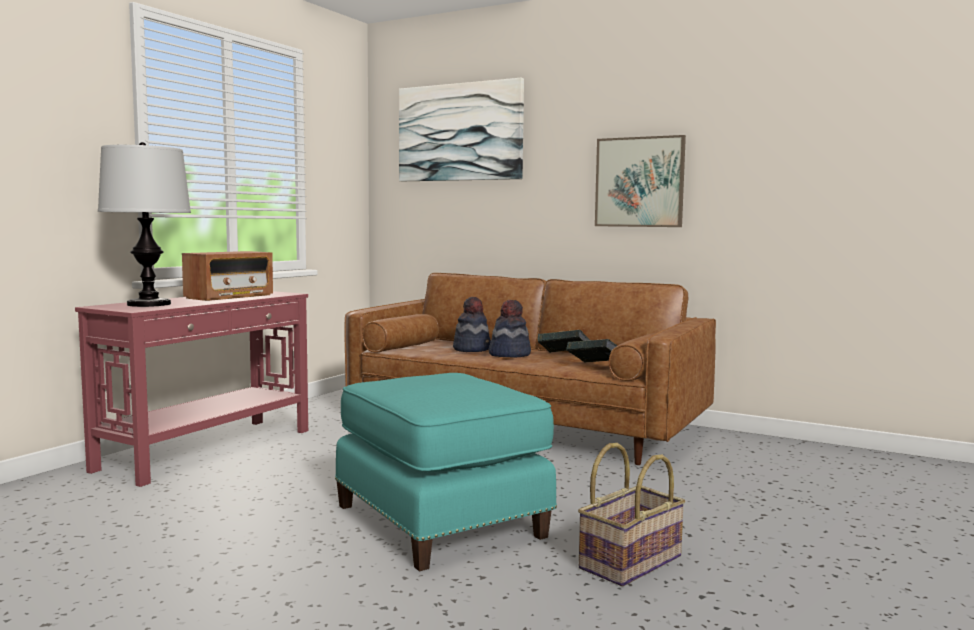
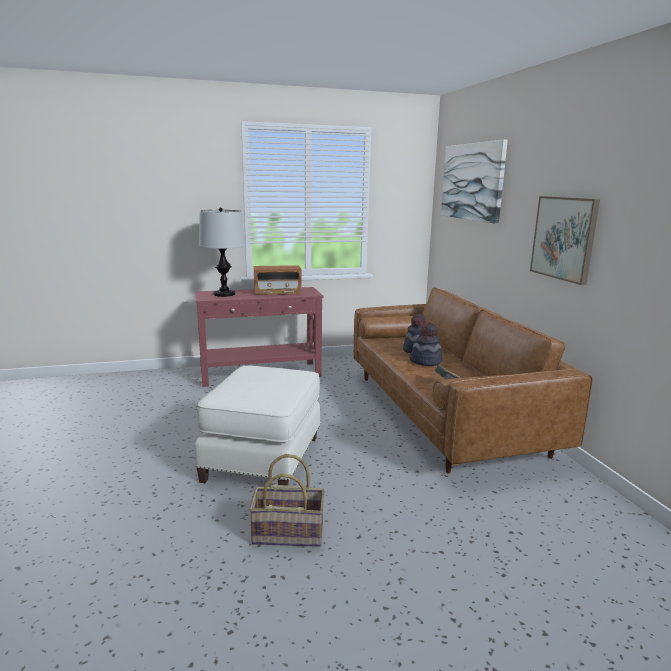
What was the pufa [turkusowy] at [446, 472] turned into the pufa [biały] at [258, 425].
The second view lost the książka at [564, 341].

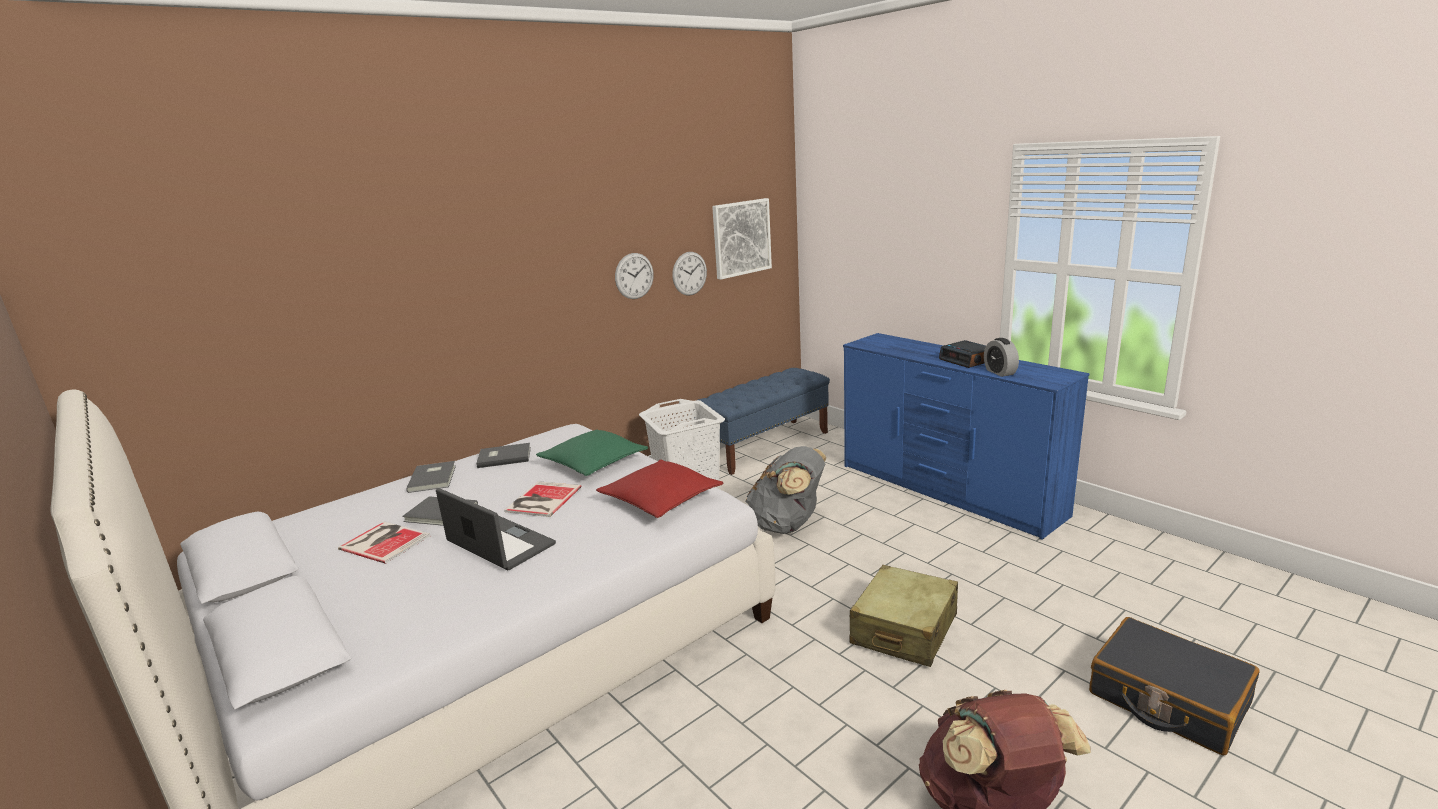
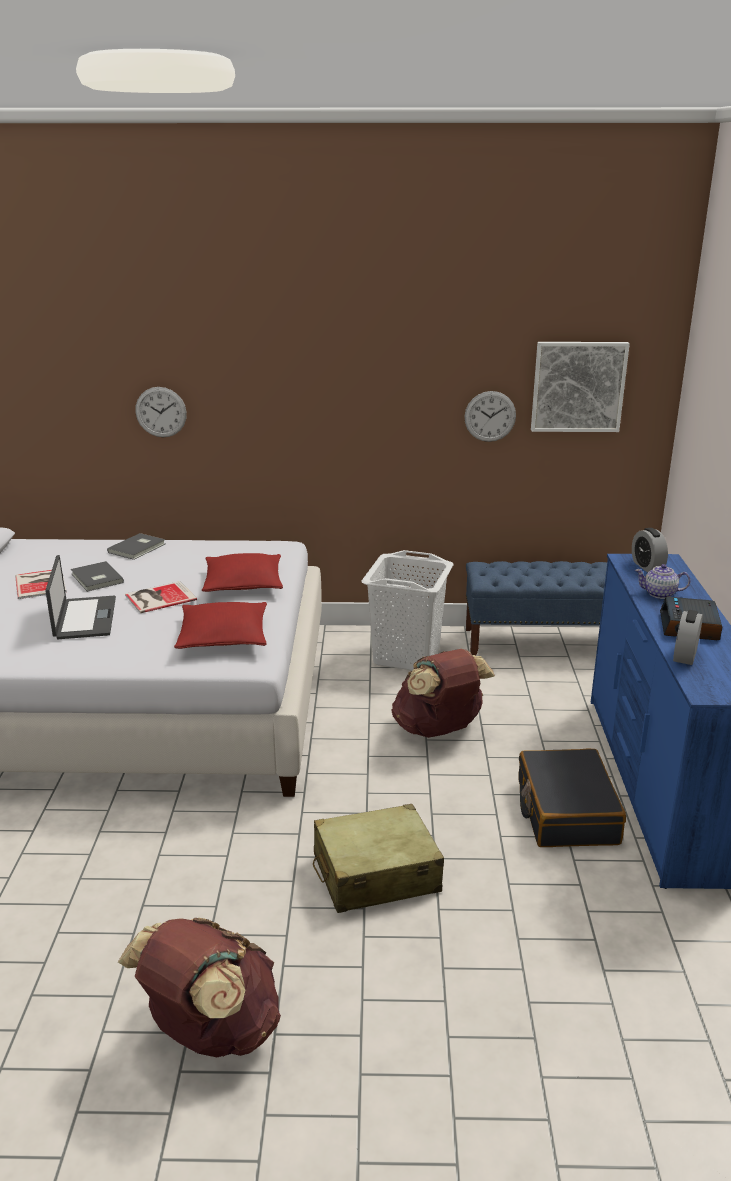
The second view lost the książka [szary] at [503, 455].
What was the poduszka [zielony] at [592, 453] turned into the poduszka [czerwony] at [242, 572].
The zegar ścienny ended up elsewhere, having gone from [634, 276] to [161, 412].
What was the plecak [szary] at [785, 490] turned into the plecak [brązowy] at [443, 693].
The walizka [czarny] ended up elsewhere, having gone from [1174, 686] to [572, 797].
The second view gained the budzik at [650, 550].
The second view gained the imbryk at [662, 581].

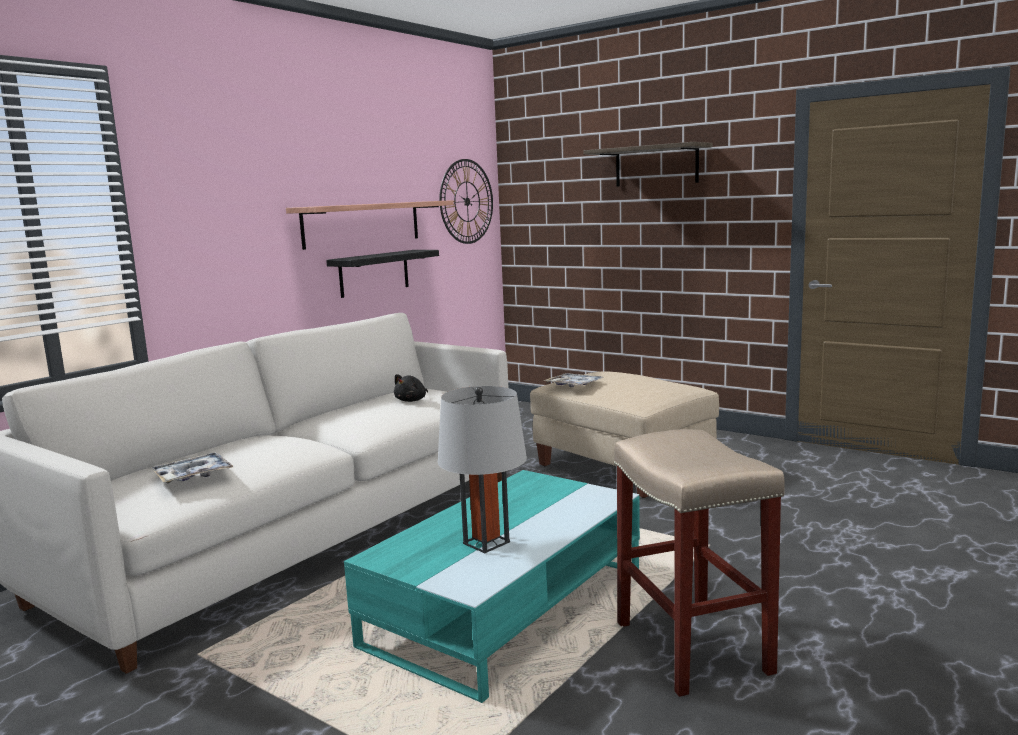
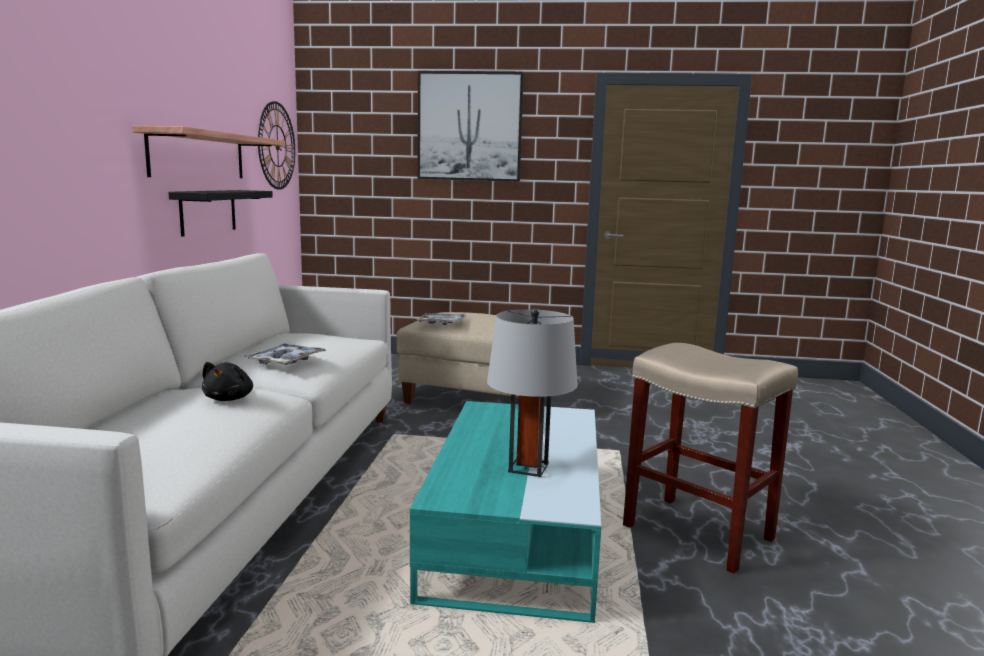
The taca ended up elsewhere, having gone from [192, 467] to [286, 354].
The pluszak [czarny] ended up elsewhere, having gone from [411, 388] to [227, 381].
Where the półka hung at [648, 164], the obraz came to hang at [470, 126].

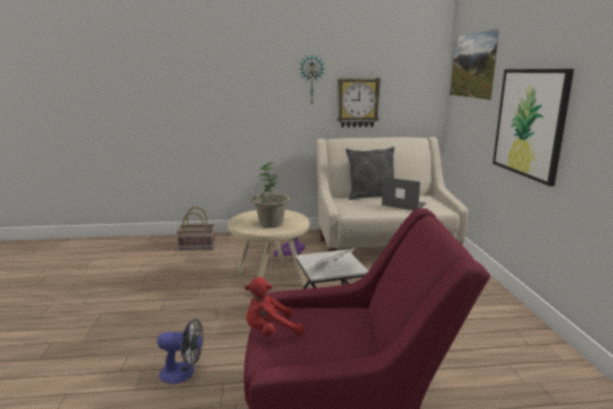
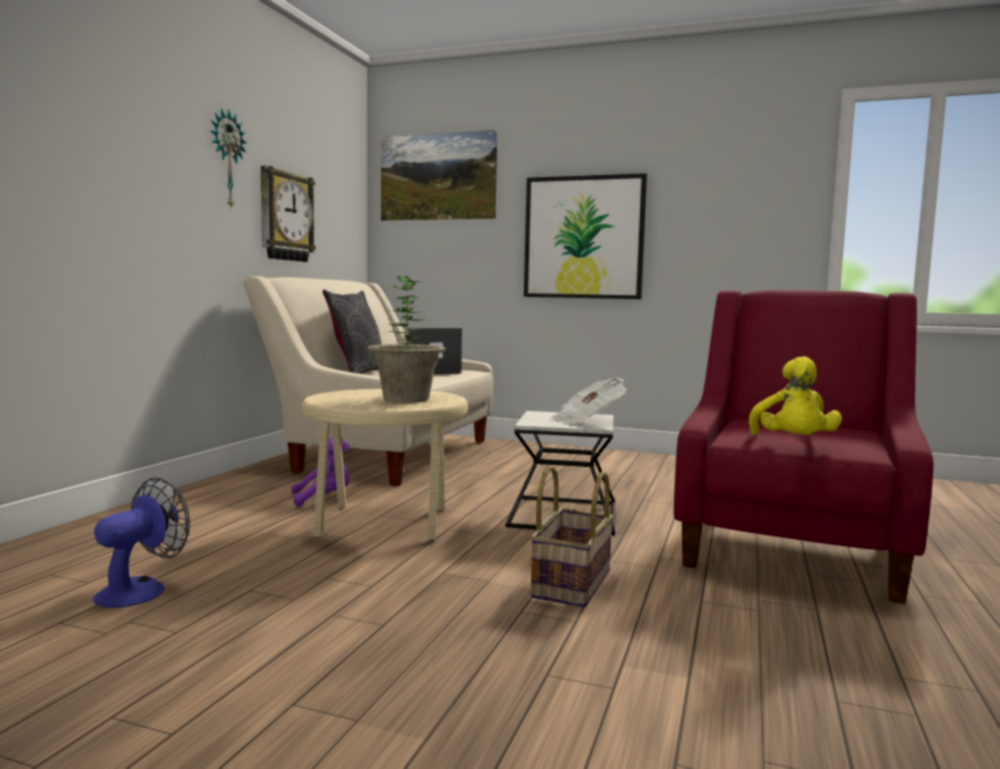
The wentylator ended up elsewhere, having gone from [180, 351] to [141, 543].
The koszyk ended up elsewhere, having gone from [195, 228] to [572, 536].
What was the pluszak [czerwony] at [274, 306] turned into the pluszak [żółty] at [795, 396].

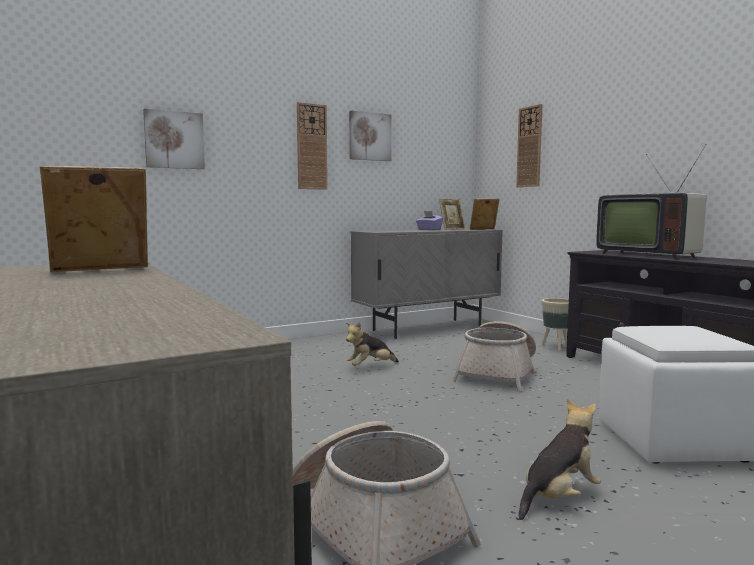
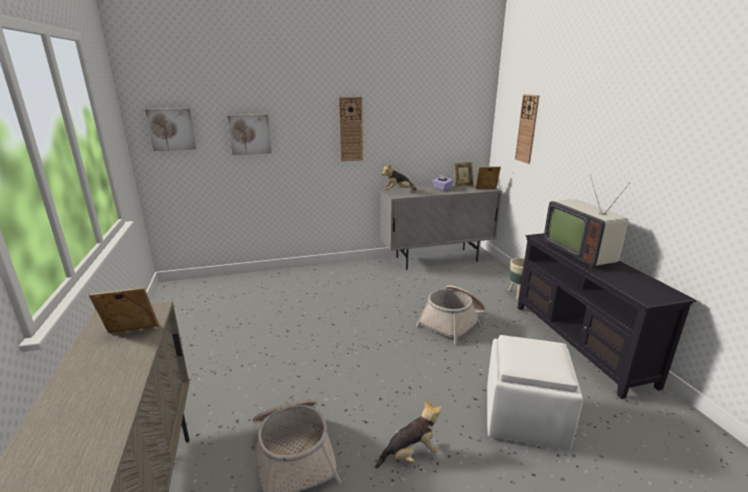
The pluszak ended up elsewhere, having gone from [372, 344] to [399, 177].
The obraz ended up elsewhere, having gone from [370, 135] to [170, 129].

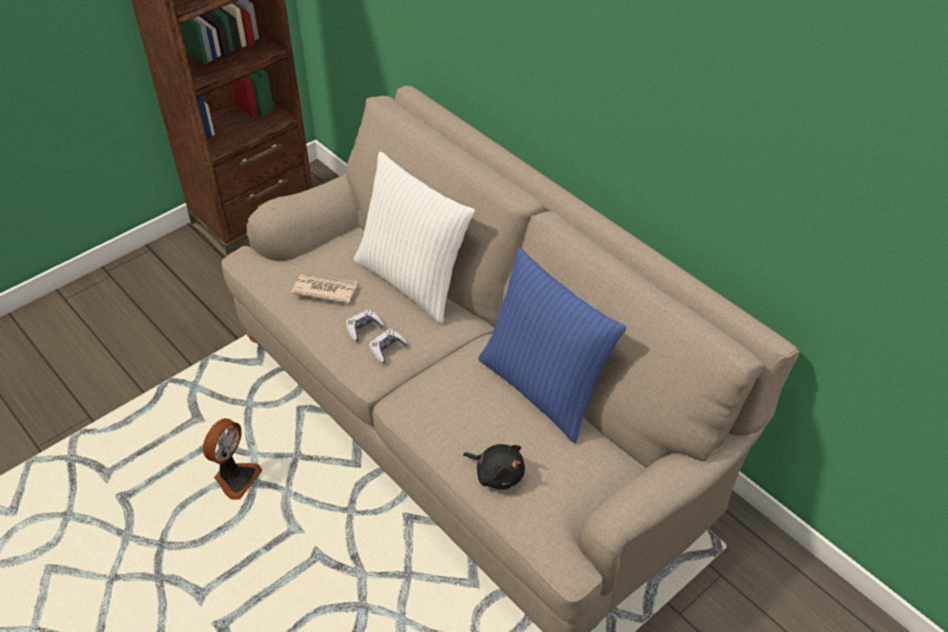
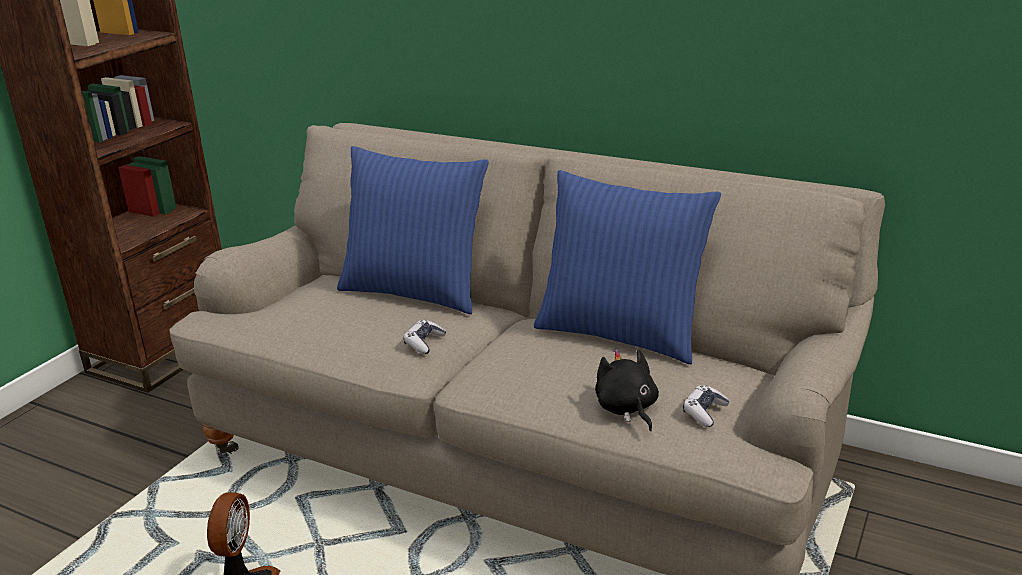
The second view lost the gazeta at [324, 289].
The pad do gier ended up elsewhere, having gone from [365, 325] to [706, 406].
What was the poduszka [biały] at [414, 238] turned into the poduszka [niebieski] at [413, 230].
The pluszak [czarny] at [494, 467] ended up facing another way, 120 degrees counterclockwise from before.

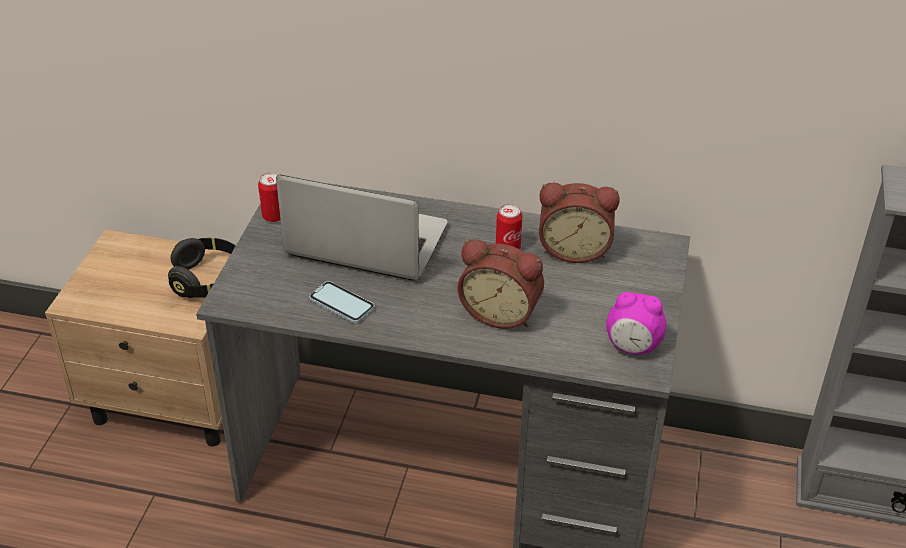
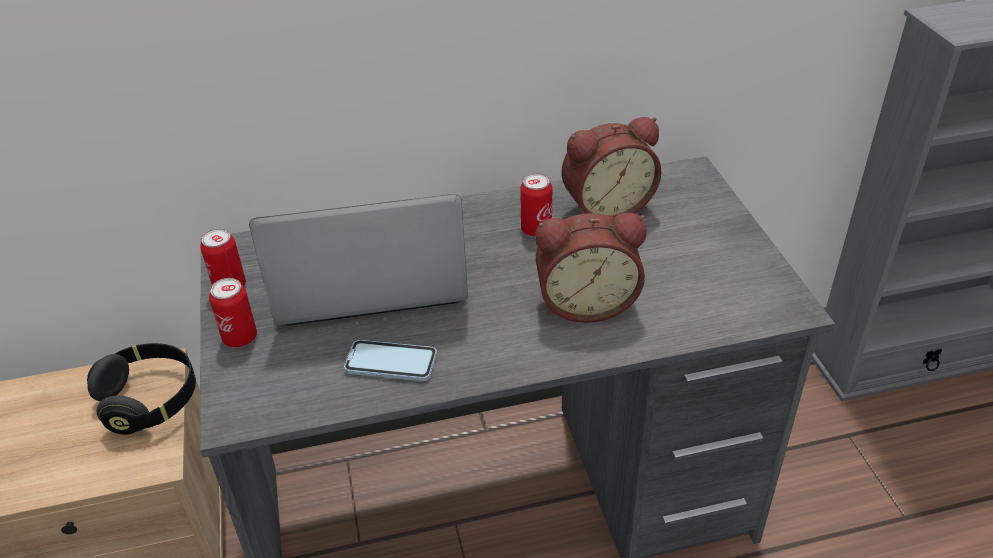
The second view lost the budzik at [636, 323].
The second view gained the puszka at [233, 313].

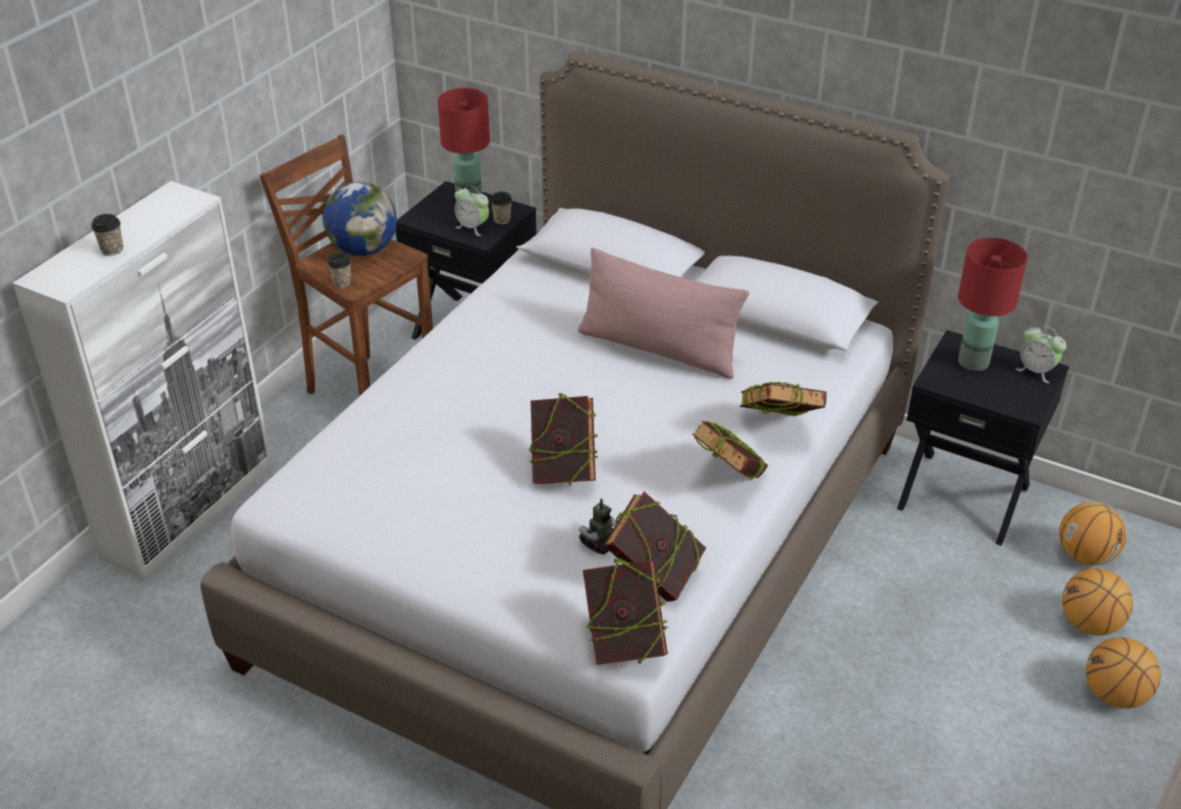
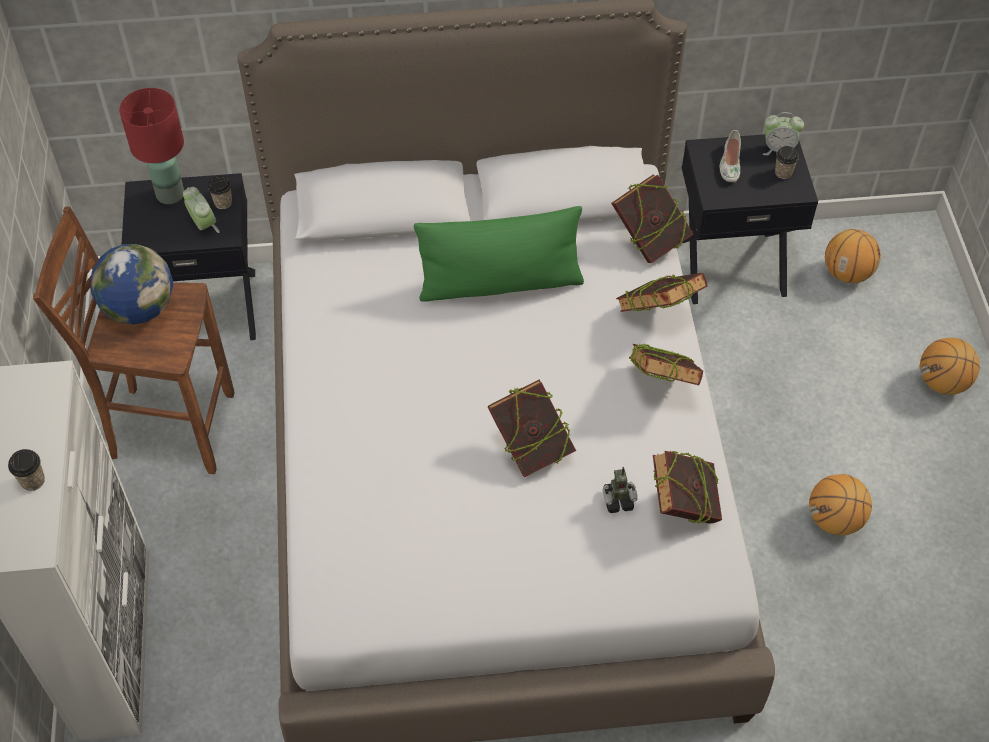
The filiżanka ended up elsewhere, having gone from [339, 270] to [787, 162].
The budzik at [471, 210] ended up facing another way, 120 degrees counterclockwise from before.
What was the poduszka [różowy] at [663, 313] turned into the poduszka [zielony] at [499, 254].
The robot zabawkowy at [598, 527] ended up facing another way, 105 degrees counterclockwise from before.
The książka ended up elsewhere, having gone from [626, 611] to [652, 218].
Where the lampa stołowa [czerwony] stood at [993, 304], the but [biały] came to stand at [730, 156].
The piłka do koszykówki ended up elsewhere, having gone from [1097, 601] to [840, 504].

